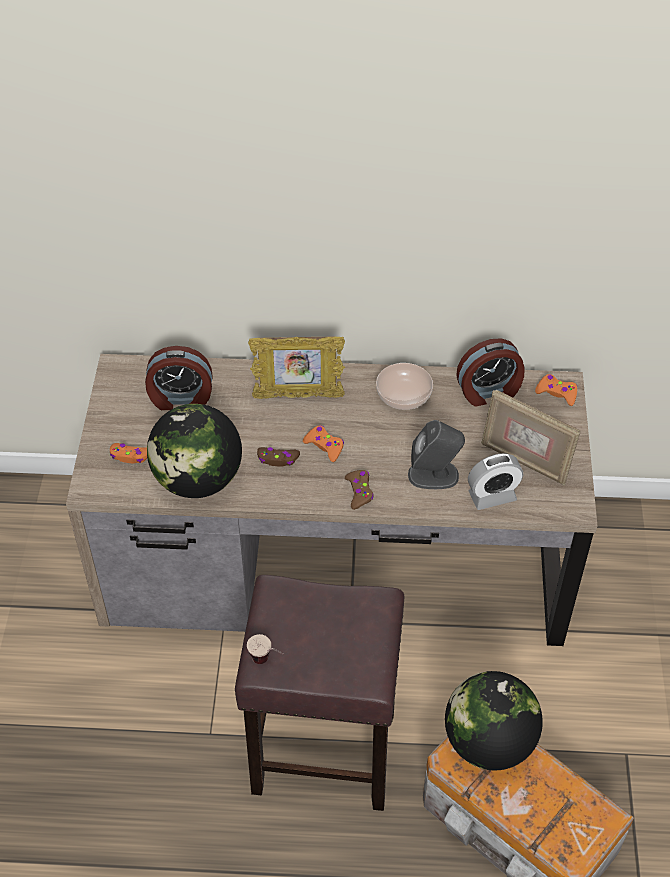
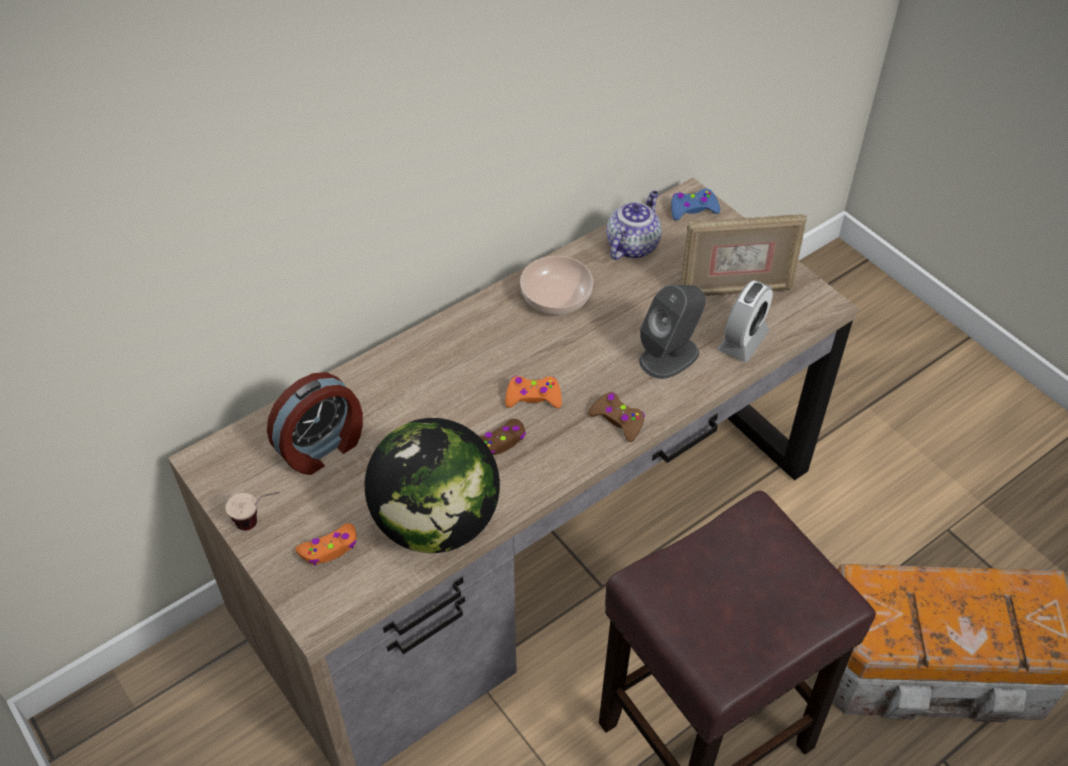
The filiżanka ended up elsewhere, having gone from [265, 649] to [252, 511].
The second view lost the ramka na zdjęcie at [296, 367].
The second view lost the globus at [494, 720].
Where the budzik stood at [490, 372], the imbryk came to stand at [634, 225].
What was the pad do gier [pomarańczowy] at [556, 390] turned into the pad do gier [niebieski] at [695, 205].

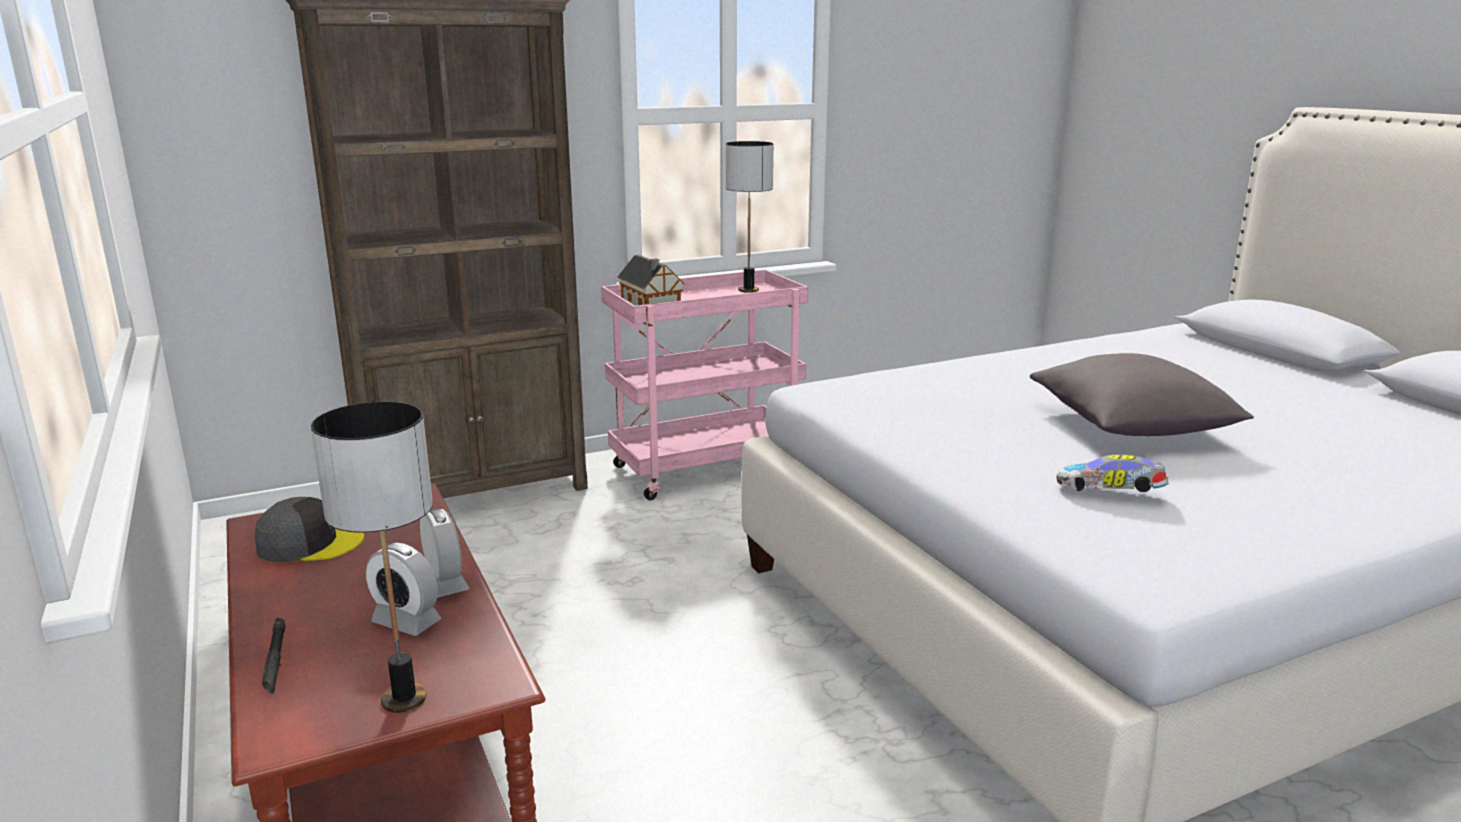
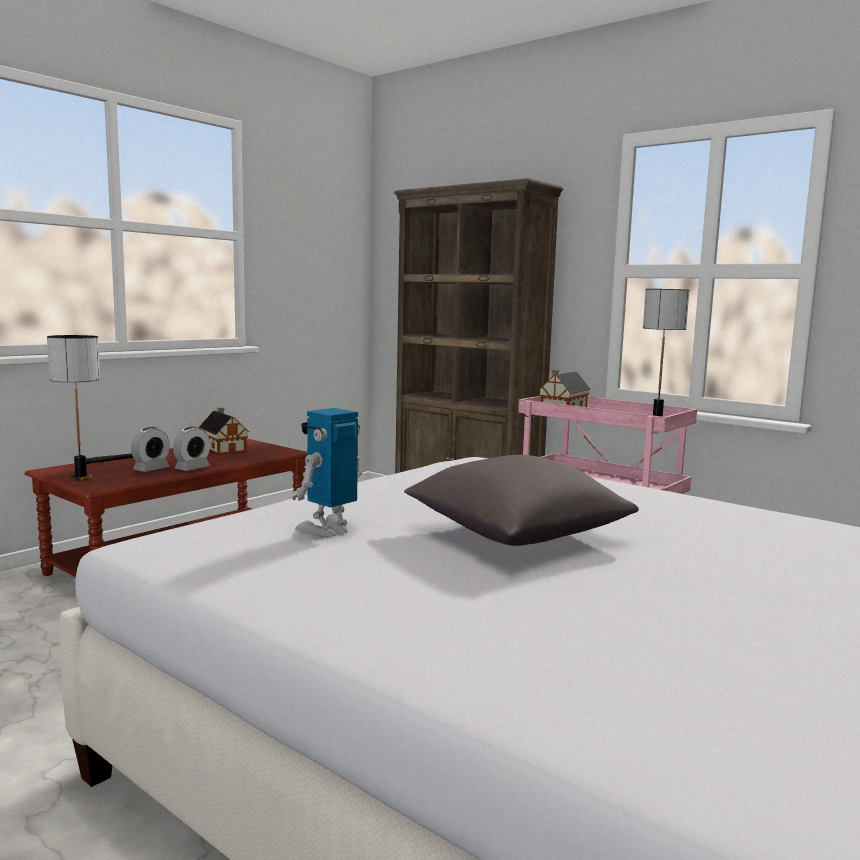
Where the czapka z daszkiem [szary] stood at [309, 530], the domek came to stand at [224, 431].
The budzik at [403, 589] ended up facing another way, 150 degrees counterclockwise from before.
Where the samochodzik stood at [1112, 473], the robot zabawkowy came to stand at [327, 472].

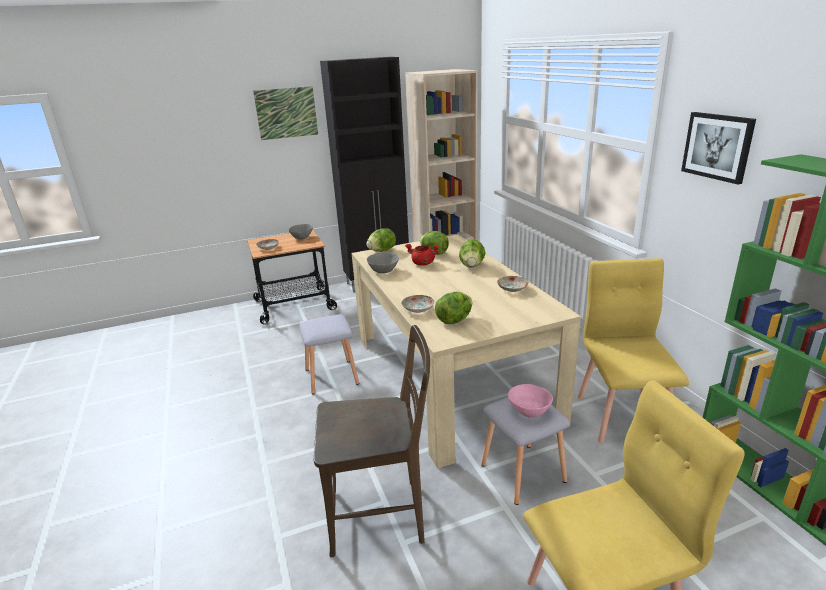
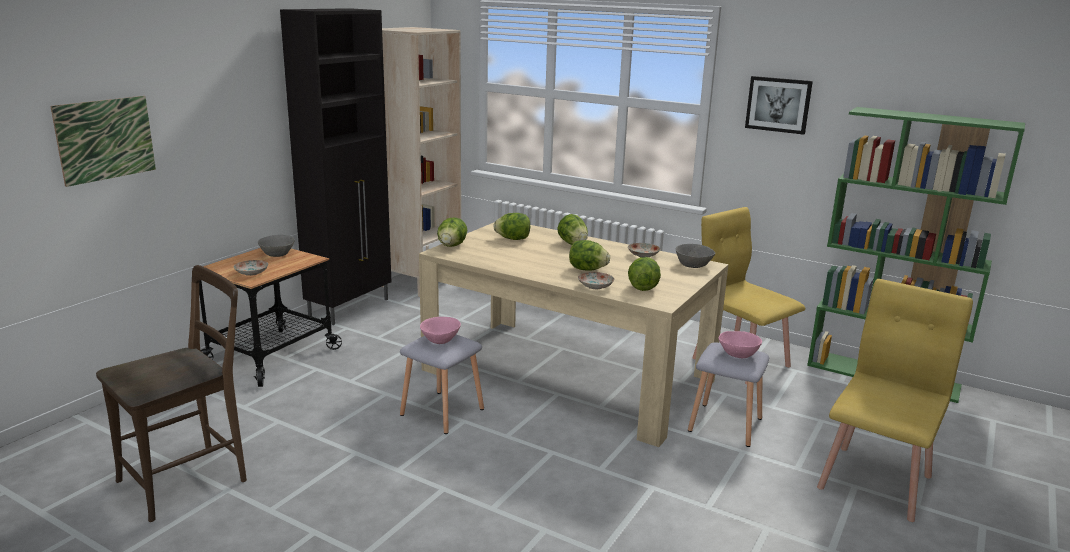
The obraz ended up elsewhere, having gone from [285, 113] to [103, 141].
The krzesło [brązowy] ended up elsewhere, having gone from [372, 441] to [171, 393].
The miska [szary] ended up elsewhere, having gone from [383, 262] to [695, 256].
The second view lost the garnek [czerwony] at [422, 255].
The second view gained the miska [różowy] at [440, 330].
The second view gained the sałata at [589, 255].

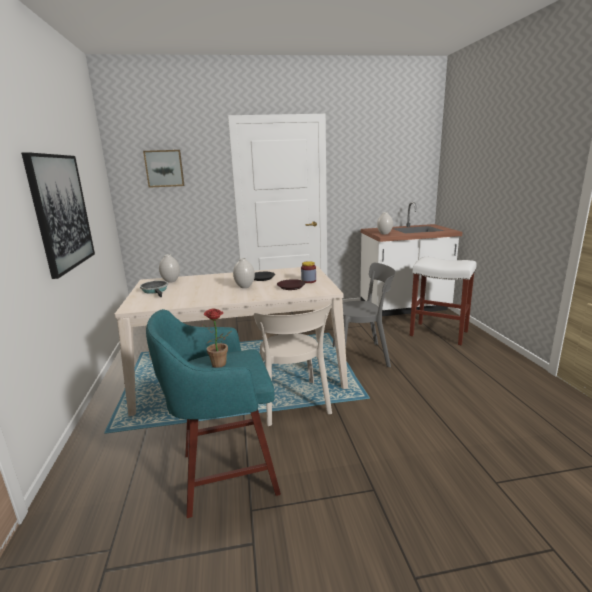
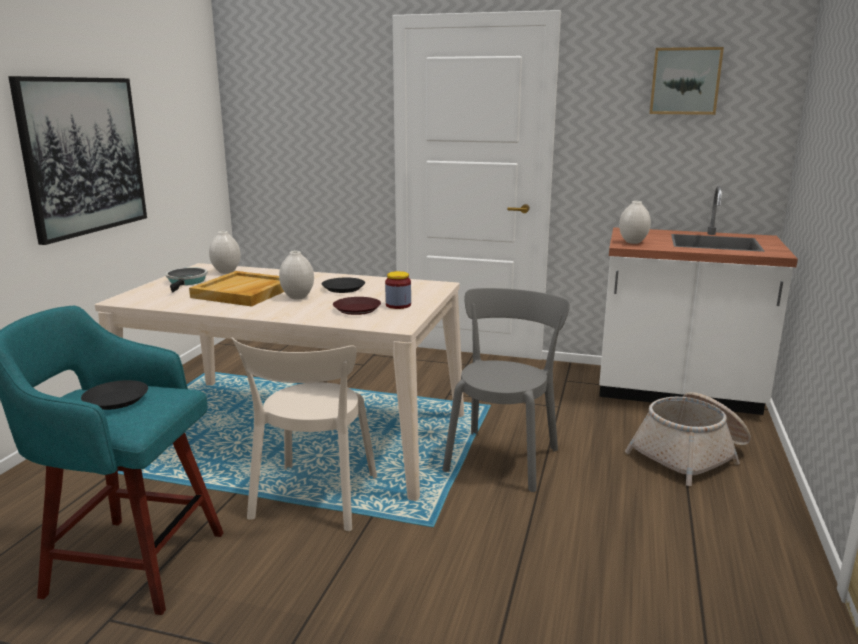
The obraz ended up elsewhere, having gone from [163, 169] to [686, 81].
Where the roślina doniczkowa stood at [217, 338], the talerz [czarny] came to stand at [114, 395].
The krzesło [szary] at [364, 315] ended up facing another way, 90 degrees counterclockwise from before.
Where the stołek [biały] stood at [443, 301], the koszyk came to stand at [688, 439].
The second view gained the taca [beżowy] at [236, 289].

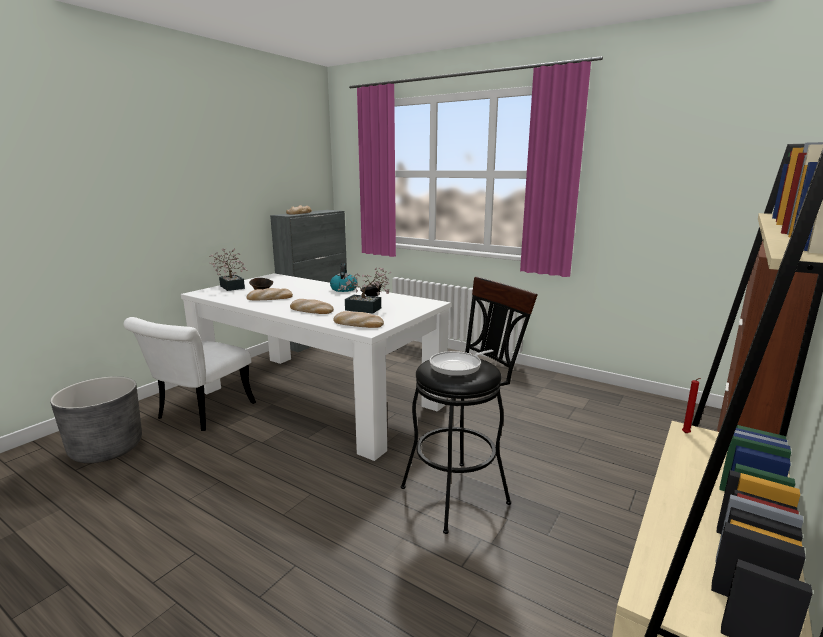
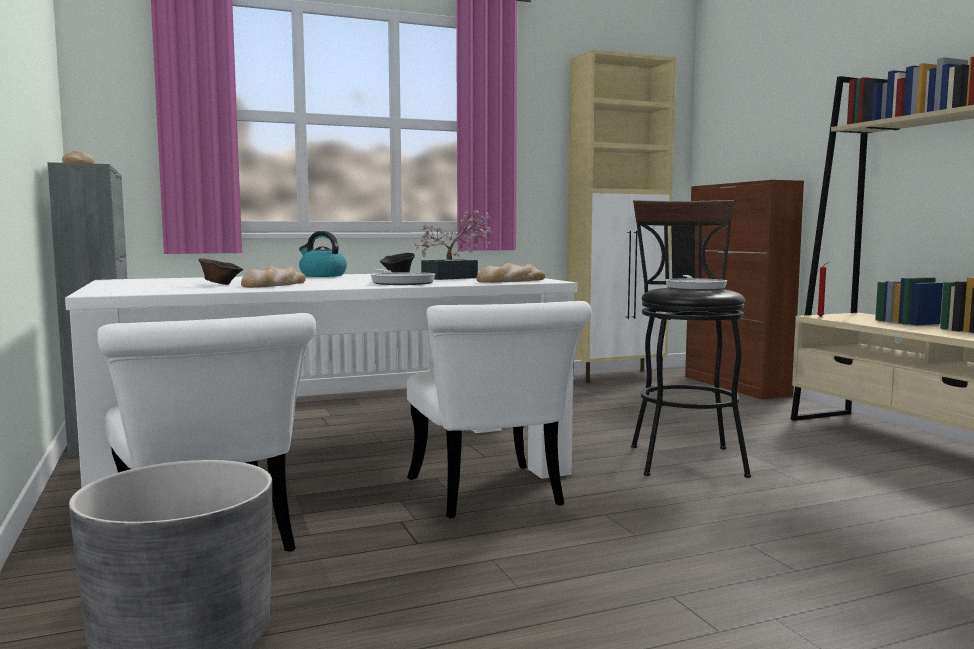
The second view lost the roślina doniczkowa at [228, 269].
Where the chleb stood at [312, 306], the patelnia came to stand at [402, 277].
The second view gained the krzesło [biały] at [499, 409].
The second view gained the szafka [beżowy] at [621, 216].

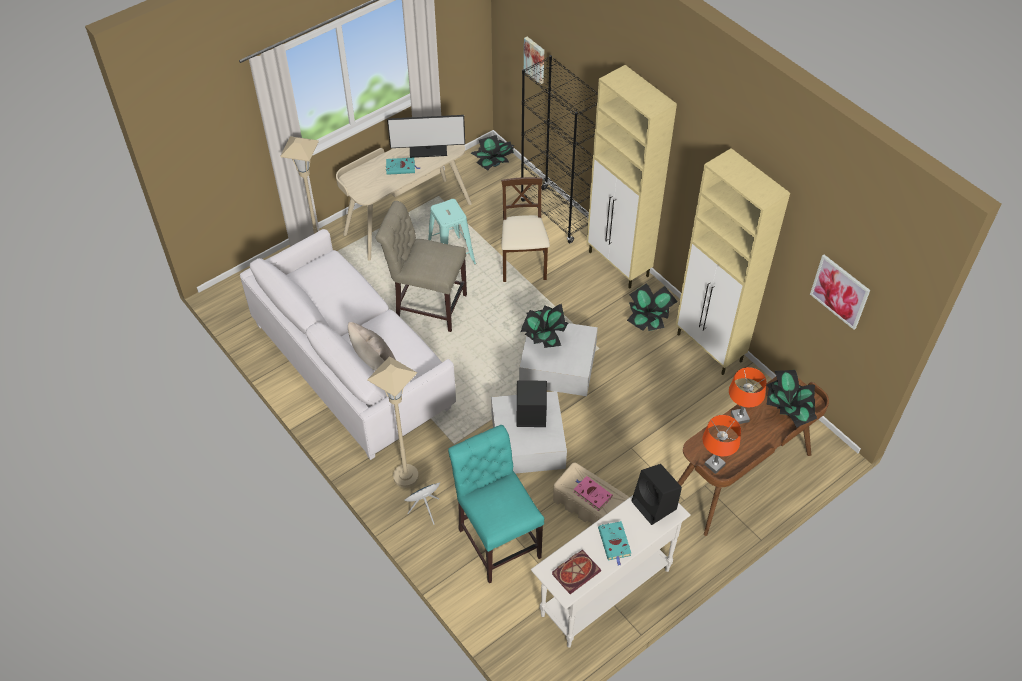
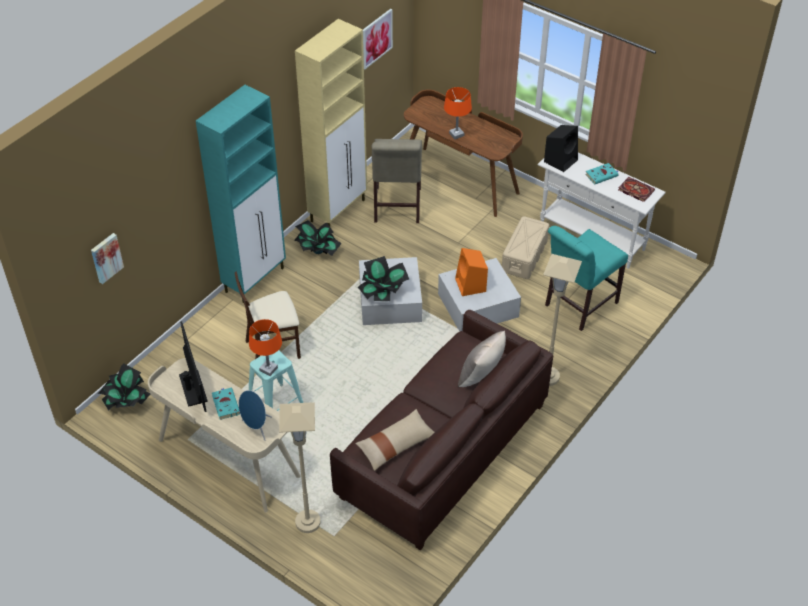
What was the kanapa [biały] at [348, 344] turned into the kanapa [brązowy] at [441, 430].
The krzesło [beżowy] ended up elsewhere, having gone from [421, 266] to [396, 181].
The głośnik [niebieski] ended up elsewhere, having gone from [422, 504] to [255, 415].
What was the głośnik [czarny] at [532, 403] turned into the głośnik [pomarańczowy] at [471, 272].
The second view lost the regał [czarny] at [559, 149].
The second view lost the książka [różowy] at [593, 493].
What was the szafka [beżowy] at [632, 177] turned into the szafka [turkusowy] at [241, 194].
The lampa stołowa [pomarańczowy] ended up elsewhere, having gone from [722, 444] to [265, 347].
The second view lost the roślina doniczkowa at [791, 399].
The second view gained the poduszka [beżowy] at [395, 440].

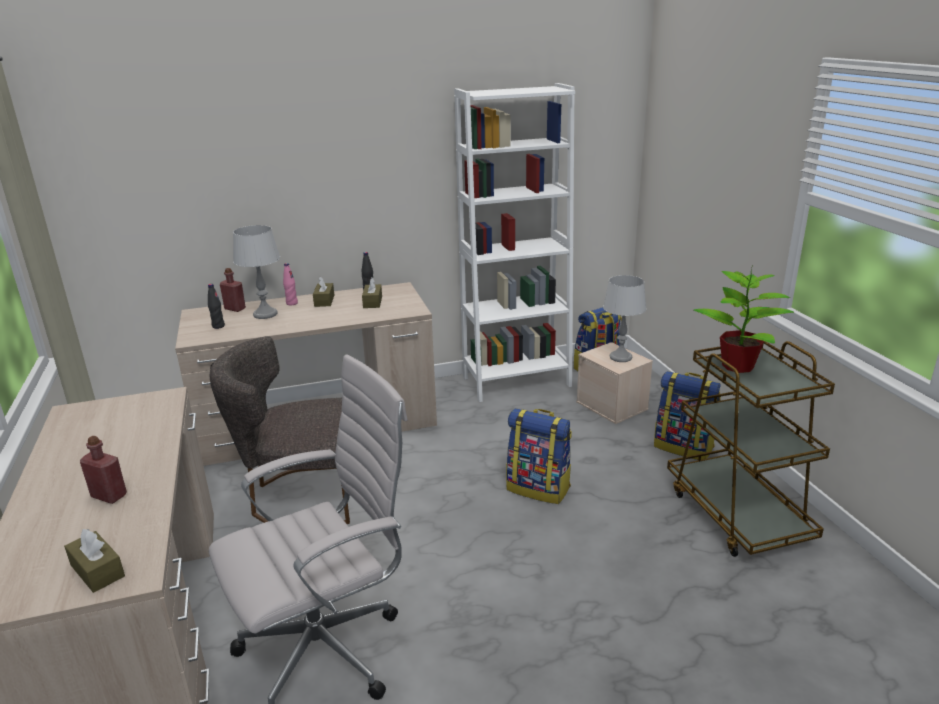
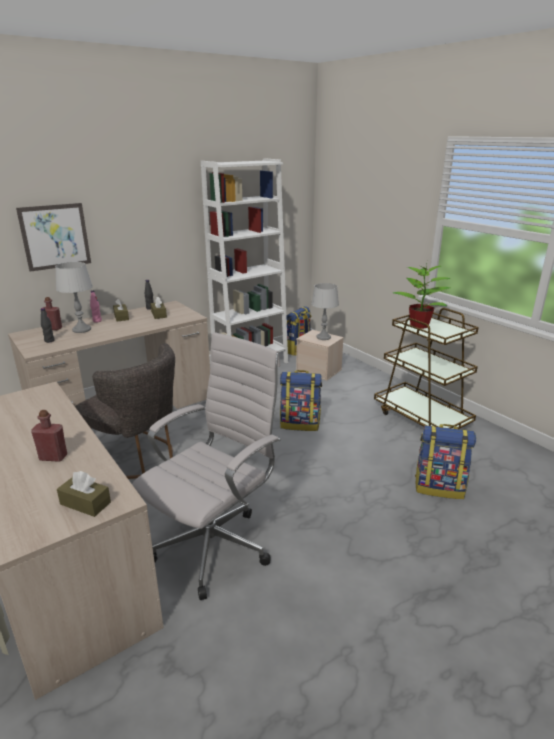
The krzesło [szary] at [280, 430] ended up facing another way, 120 degrees counterclockwise from before.
The plecak ended up elsewhere, having gone from [687, 415] to [445, 461].
The second view gained the obraz at [53, 237].

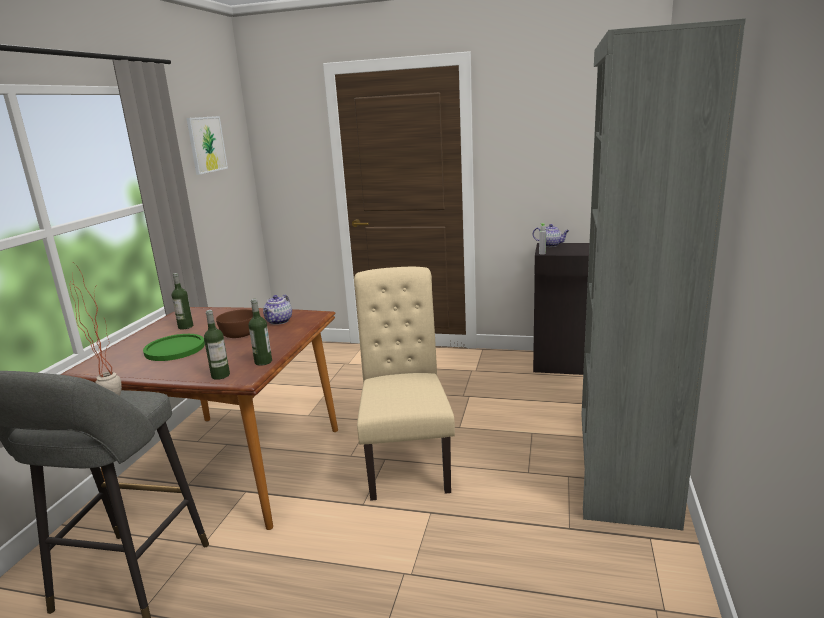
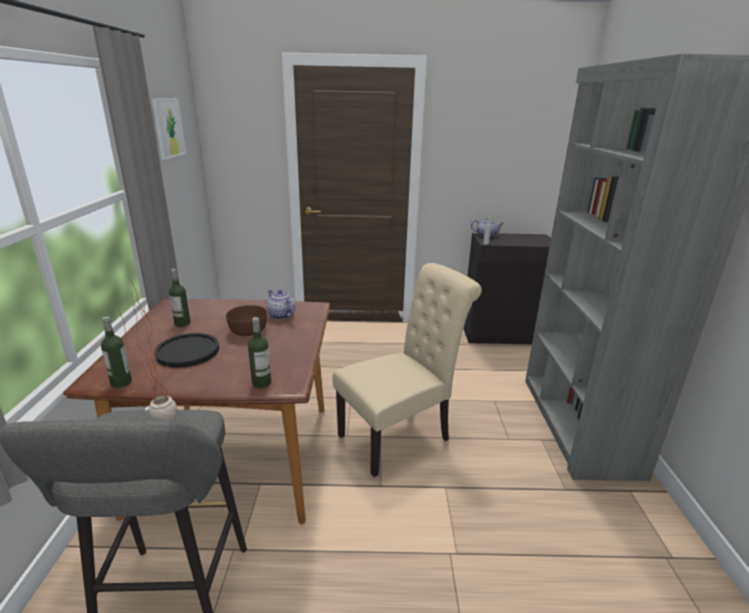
What was the talerz [zielony] at [174, 347] turned into the talerz [czarny] at [186, 350].
The butelka ended up elsewhere, having gone from [260, 332] to [116, 352].
The imbryk at [277, 310] ended up facing another way, 135 degrees clockwise from before.
The krzesło [beżowy] at [404, 384] ended up facing another way, 75 degrees clockwise from before.

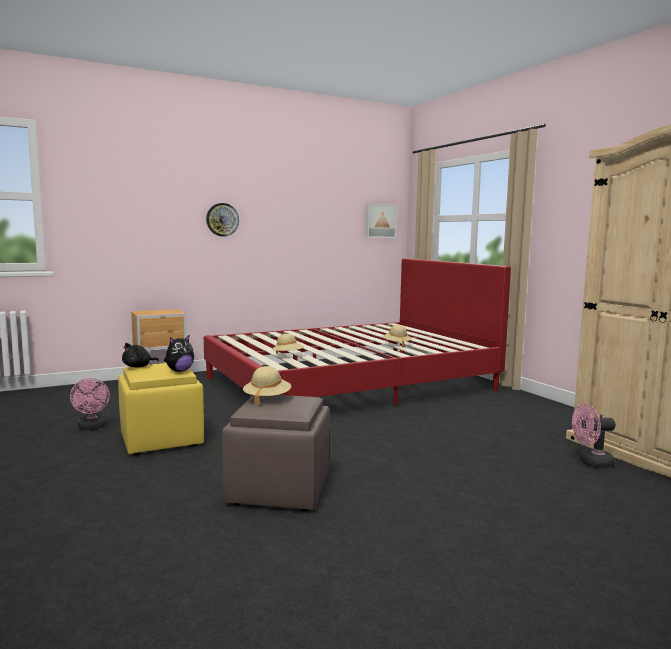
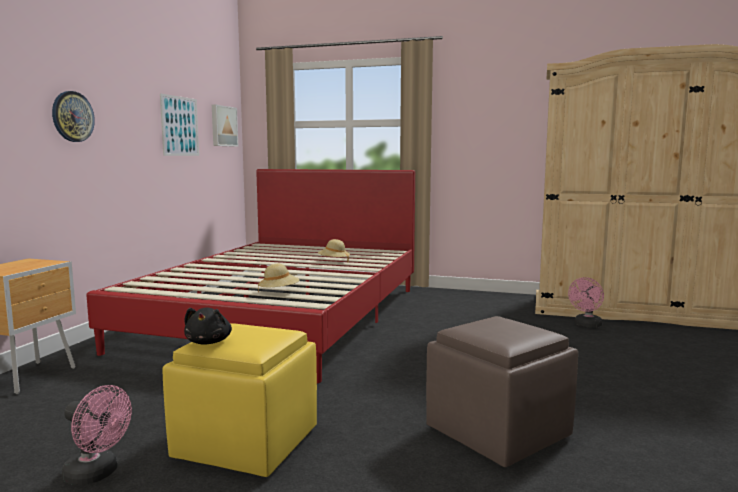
The second view lost the pluszak at [179, 353].
The second view lost the kapelusz [beżowy] at [267, 386].
The second view gained the obraz at [179, 124].

